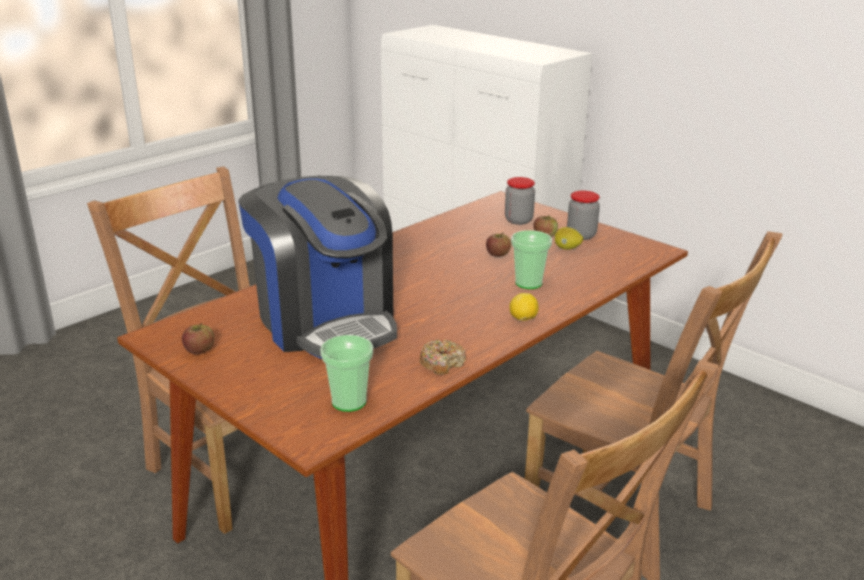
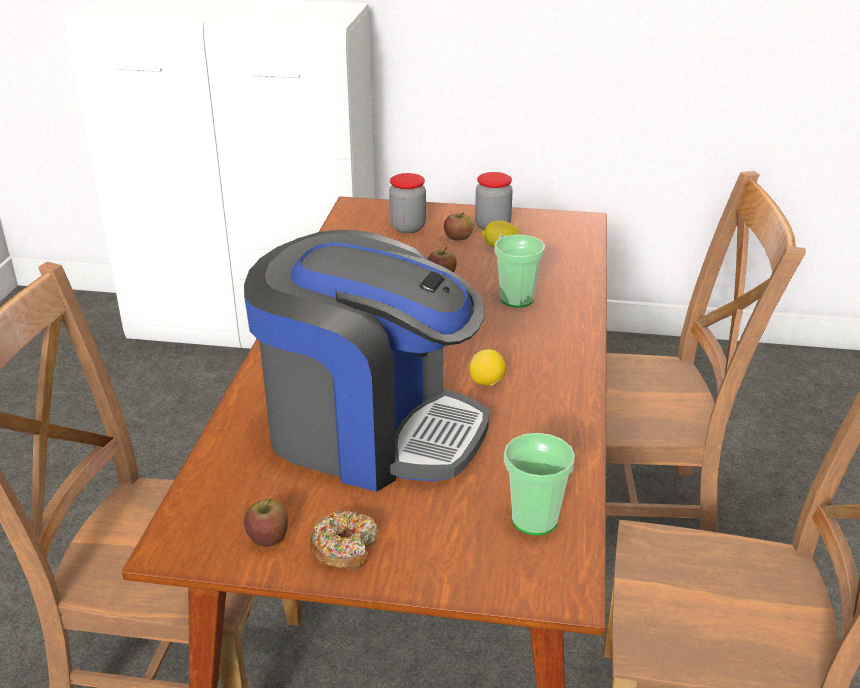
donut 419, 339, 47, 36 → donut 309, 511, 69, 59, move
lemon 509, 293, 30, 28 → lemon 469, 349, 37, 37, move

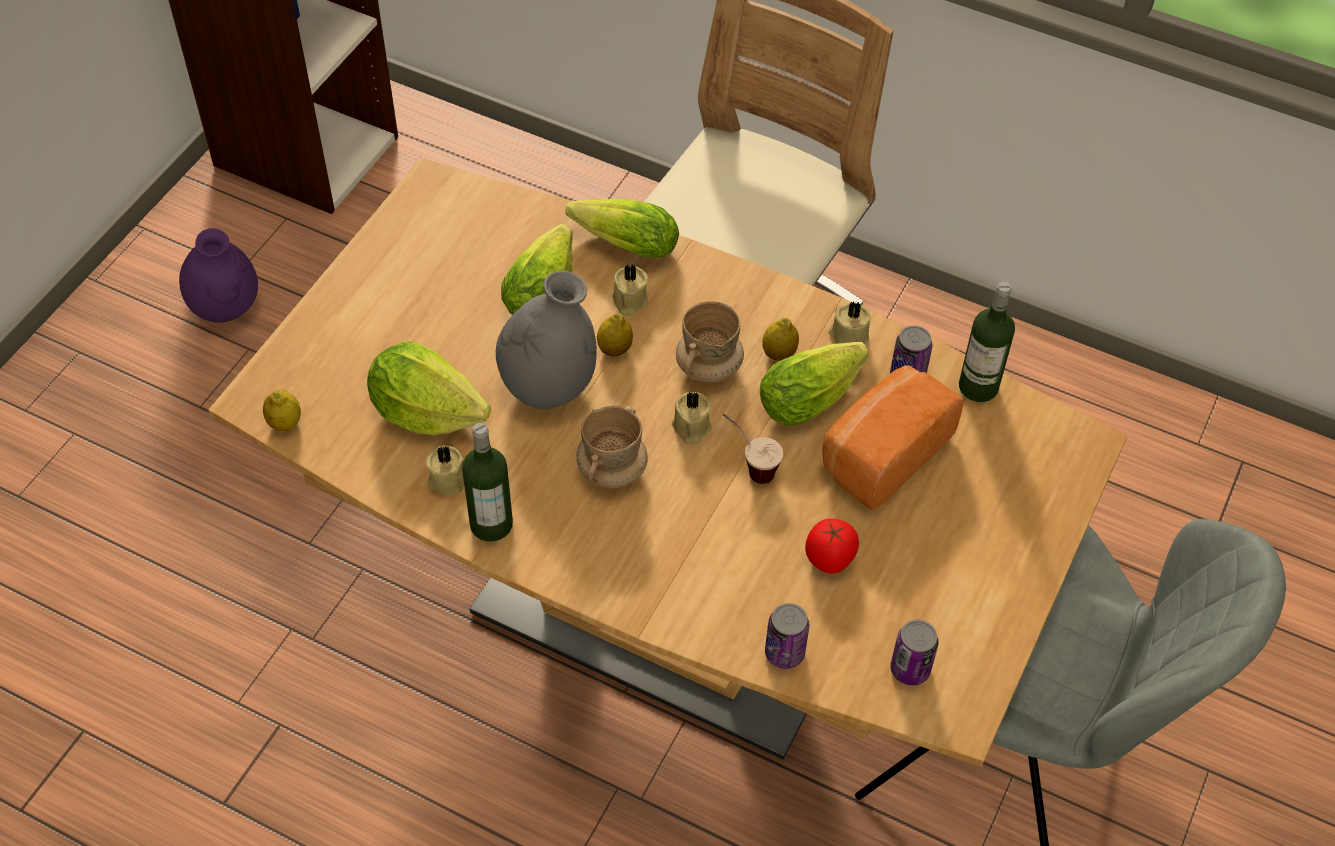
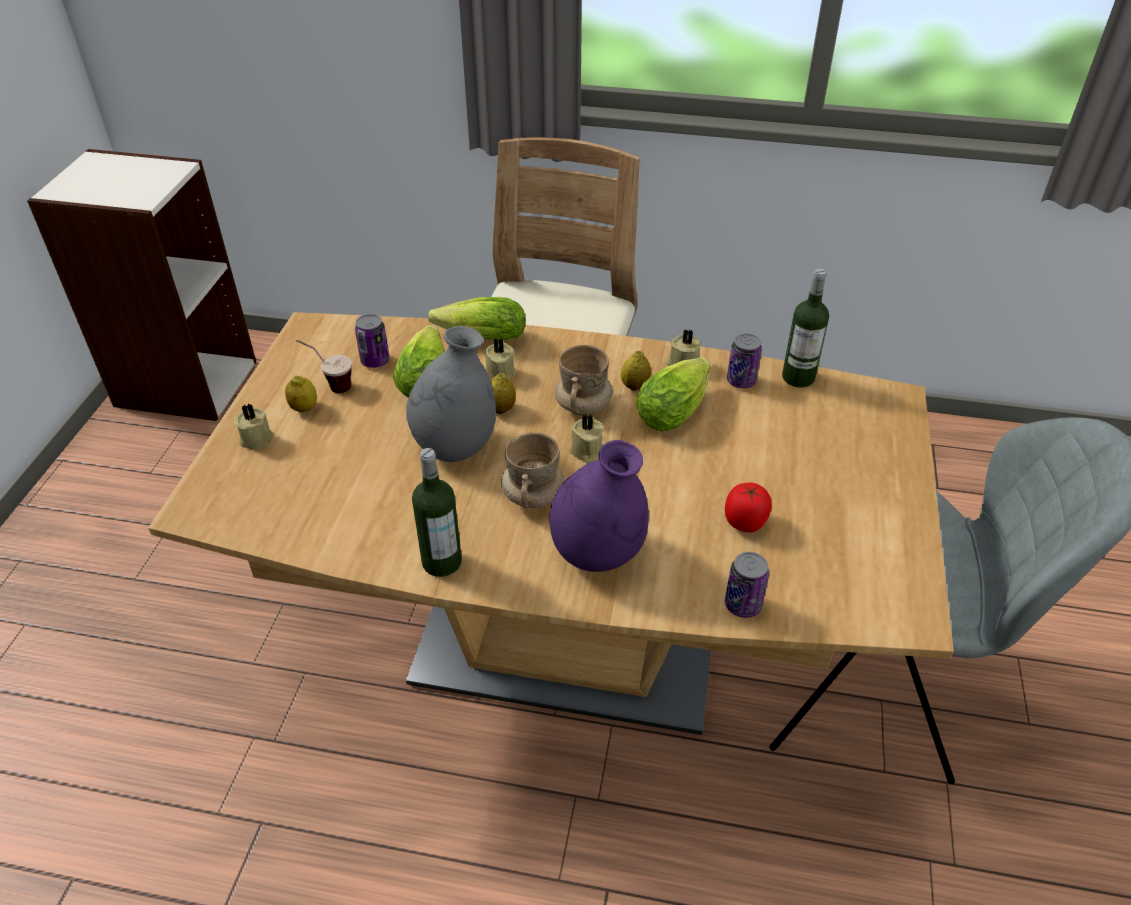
purple vase 179, 228, 79, 95 → purple vase 549, 440, 100, 132, move
lemon 263, 390, 38, 41 → lemon 285, 376, 32, 36, move
lettuce 367, 341, 124, 94 → -
beige candle 426, 445, 38, 50 → beige candle 234, 404, 40, 45, move
cup 722, 413, 61, 71 → cup 296, 340, 56, 53, move
bread 822, 365, 142, 146 → -
can 890, 620, 48, 65 → can 355, 314, 35, 54, move

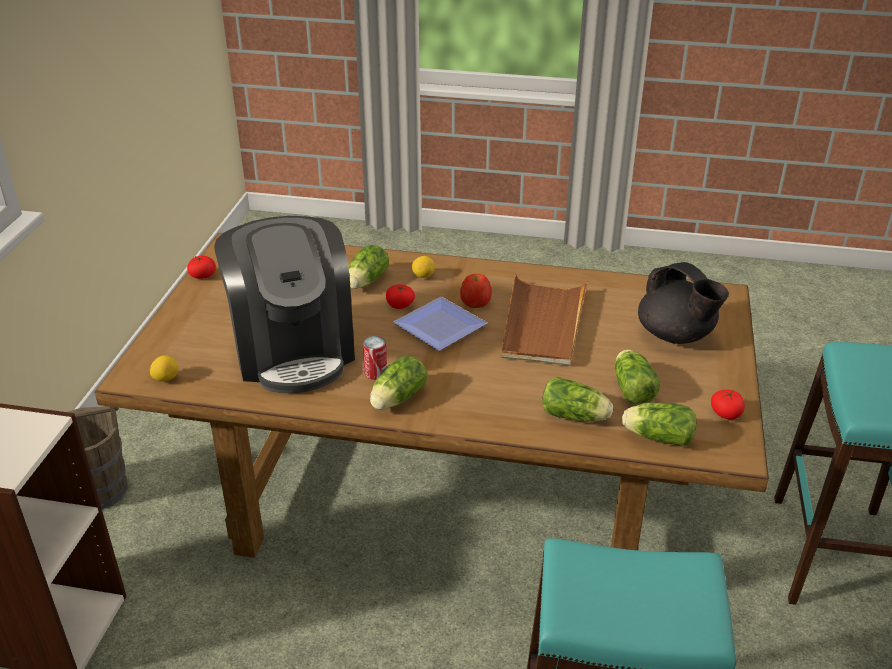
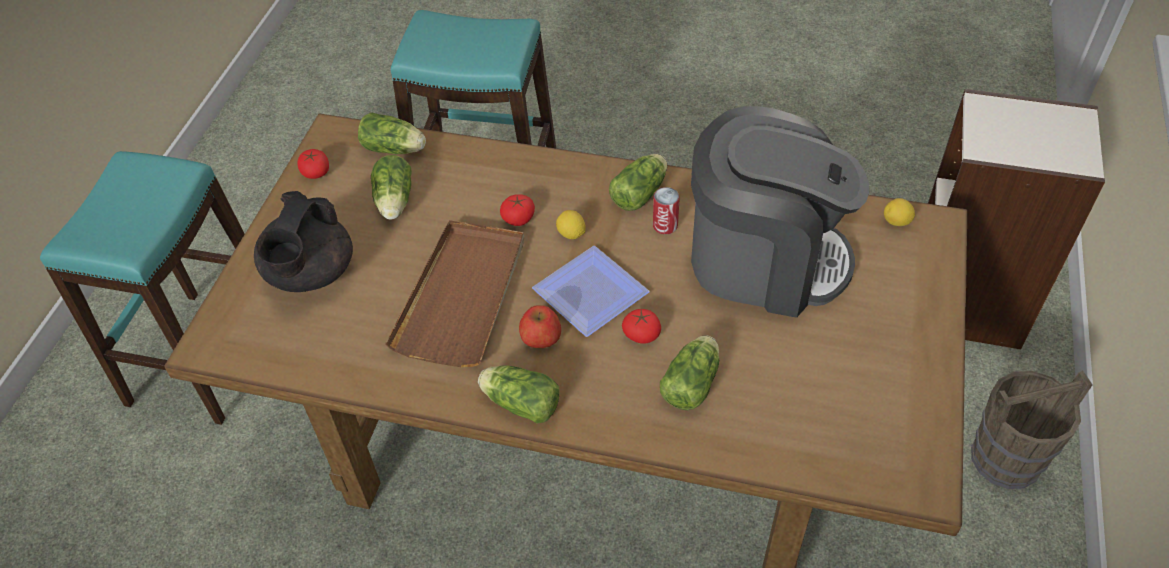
tomato 187, 256, 29, 23 → tomato 500, 194, 35, 32, move
coffee machine 214, 216, 141, 177 → coffee machine 691, 106, 178, 212, 120 degrees clockwise
lemon 412, 256, 23, 22 → lemon 556, 210, 30, 29, move
lettuce 542, 377, 71, 45 → lettuce 478, 365, 82, 58, move
black teapot 638, 262, 91, 82 → black teapot 254, 191, 99, 101, 135 degrees counterclockwise

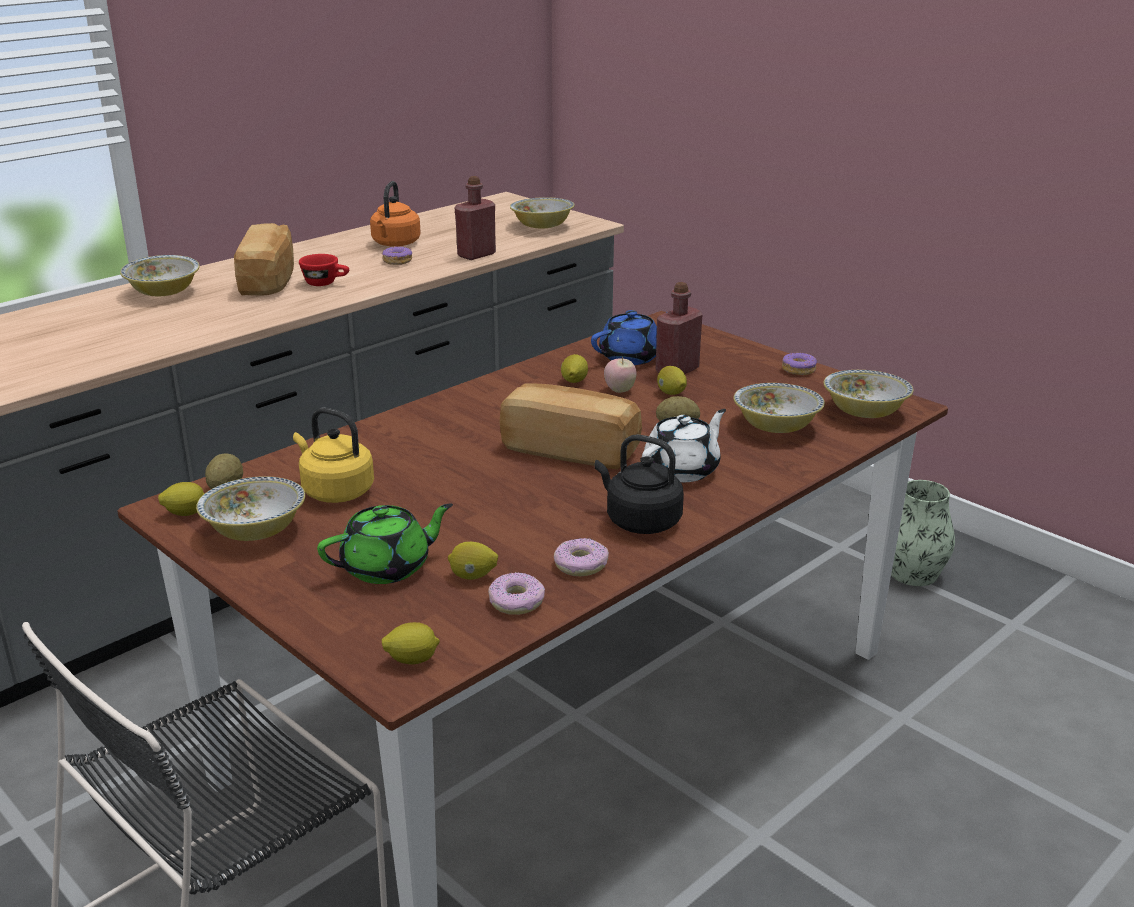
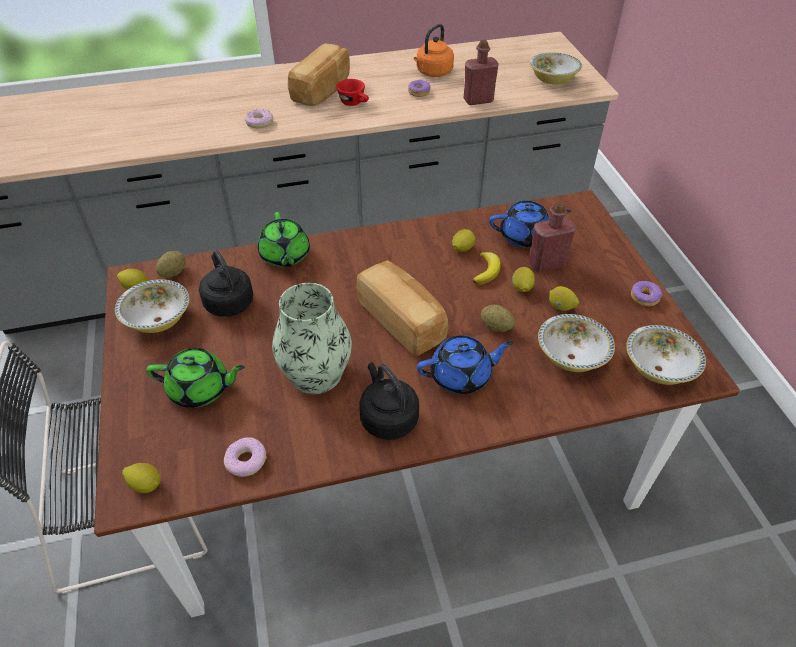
bowl 120, 255, 80, 41 → -
yellow kettle 293, 408, 81, 95 → black kettle 199, 250, 54, 67
lemon 448, 542, 50, 38 → lemon 549, 286, 30, 25, move
donut 554, 538, 55, 38 → donut 245, 109, 28, 19, move
apple 604, 357, 33, 36 → banana 473, 252, 28, 33
white teapot 642, 409, 84, 73 → blue teapot 417, 335, 96, 59
vase 891, 480, 64, 106 → vase 272, 283, 80, 111, move
- → green teapot 258, 212, 52, 55

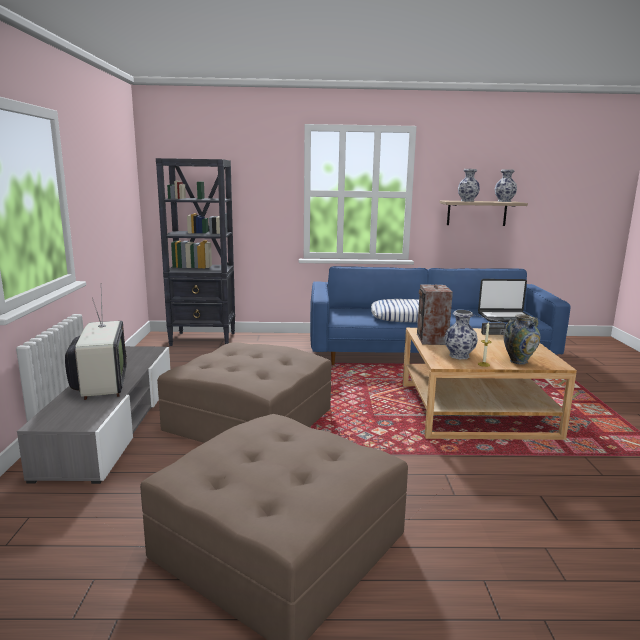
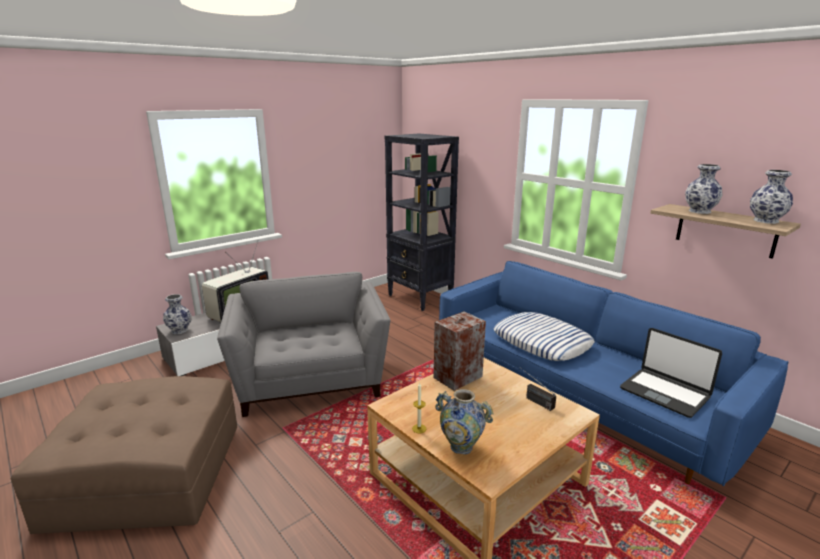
brown ottoman 157, 342, 174, 101 → grey armchair 217, 272, 173, 145
vase 444, 310, 34, 49 → vase 163, 294, 29, 40, move

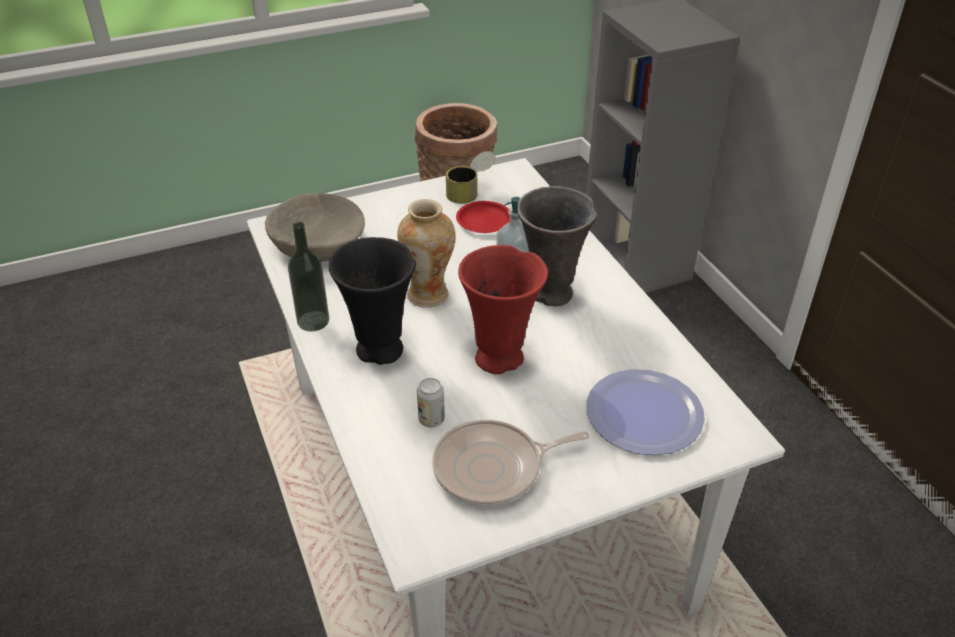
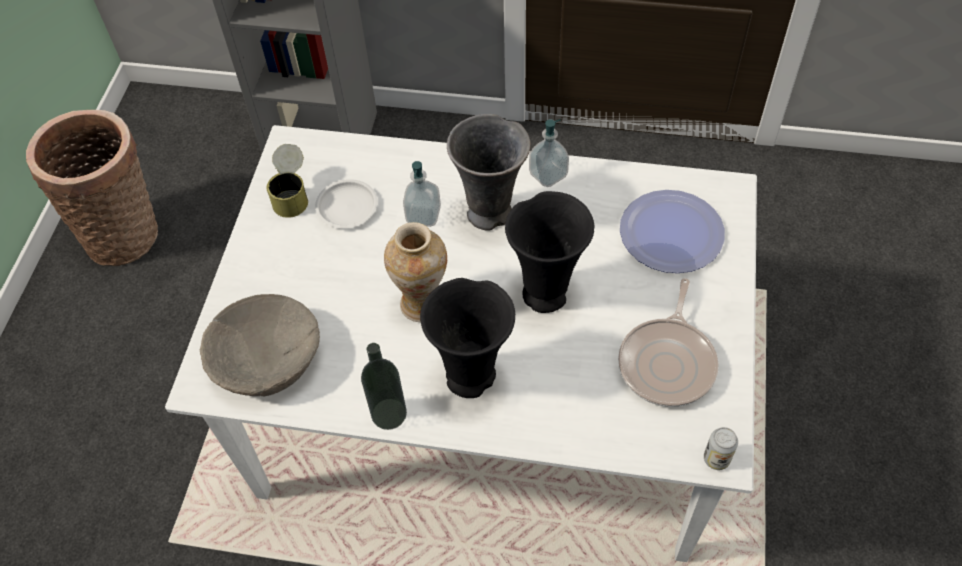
can 417, 378, 28, 50 → can 704, 427, 34, 43, move
red plate 456, 201, 54, 32 → white plate 315, 179, 63, 49
red vase 458, 245, 90, 129 → black vase 505, 191, 90, 122
- → soap dispenser 529, 119, 40, 68

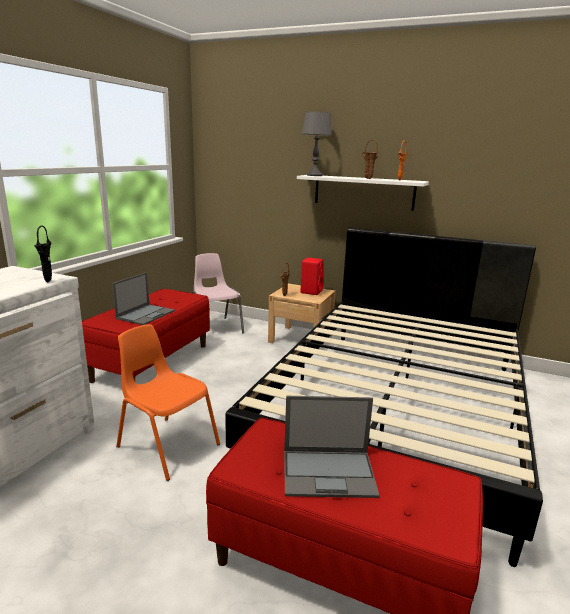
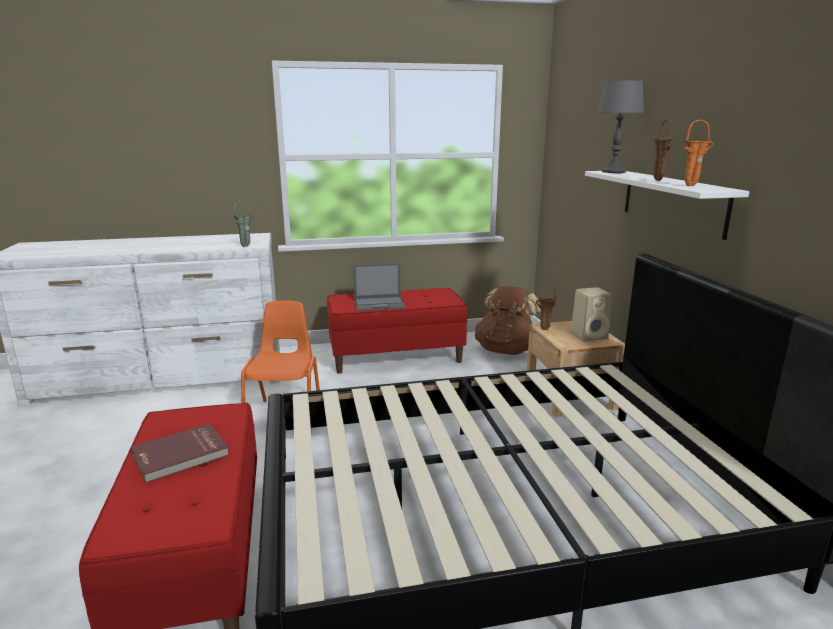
black vase 34, 226, 18, 57 → green vase 234, 201, 20, 46
pink chair 192, 253, 52, 80 → brown backpack 475, 286, 66, 69
laptop 284, 396, 96, 102 → red book 131, 423, 98, 60
red speaker 300, 258, 24, 37 → beige speaker 571, 287, 40, 54

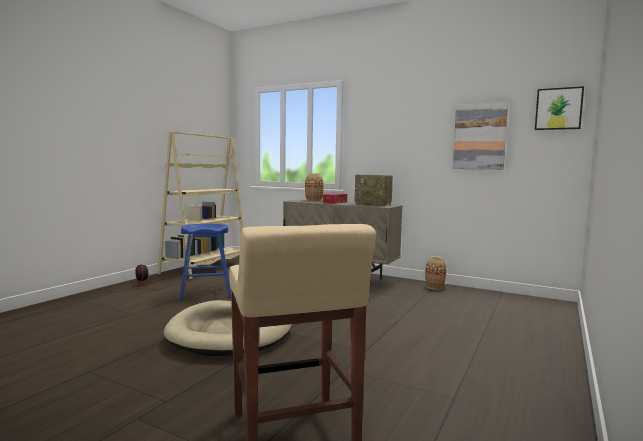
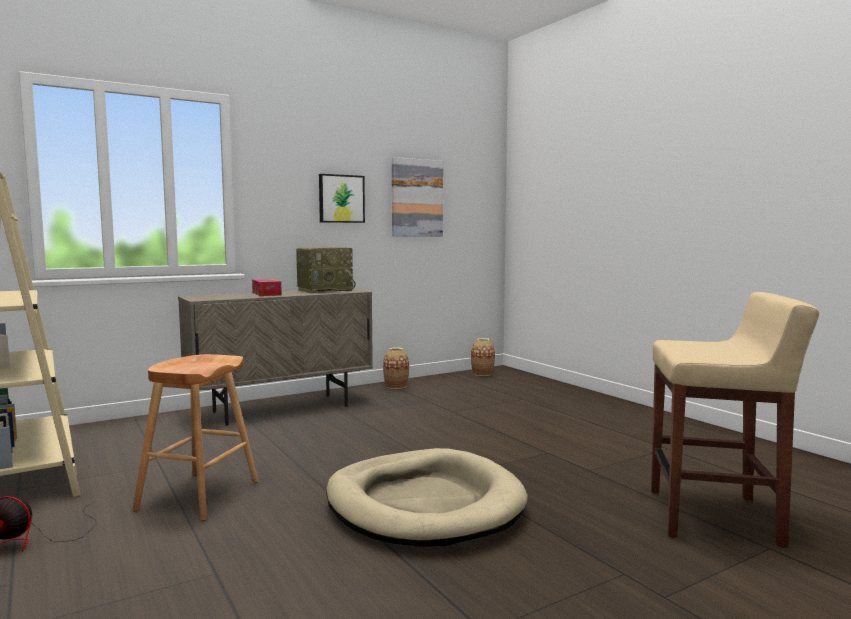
blue stool 179, 224, 52, 76 → brown stool 133, 354, 125, 167
vase 305, 173, 19, 29 → vase 471, 338, 24, 38, move
picture 535, 86, 49, 44 → picture 319, 174, 46, 49, move

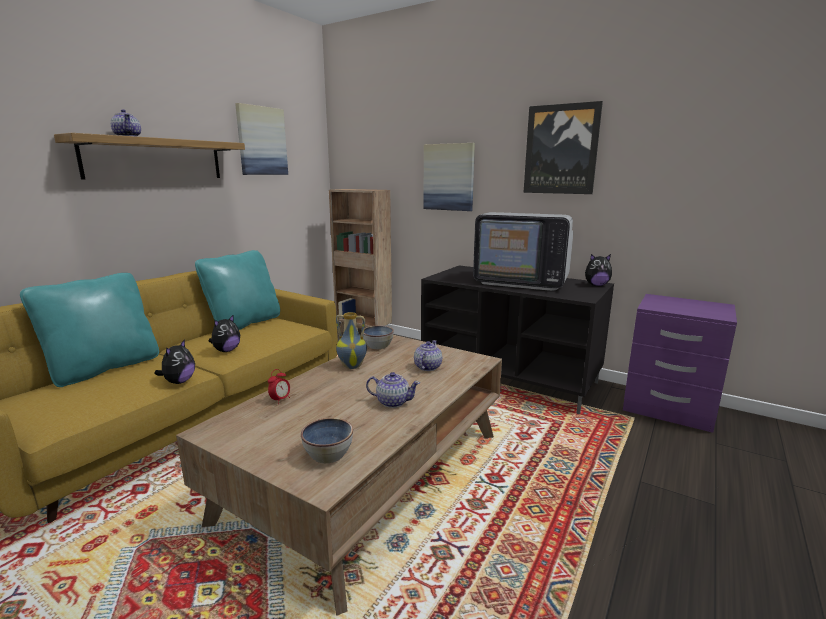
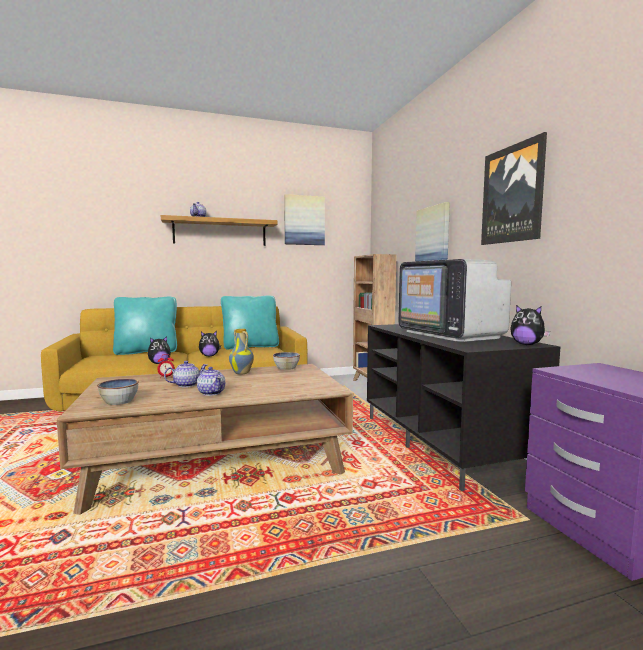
teapot 414, 340, 28, 31 → teapot 164, 361, 43, 26, move

